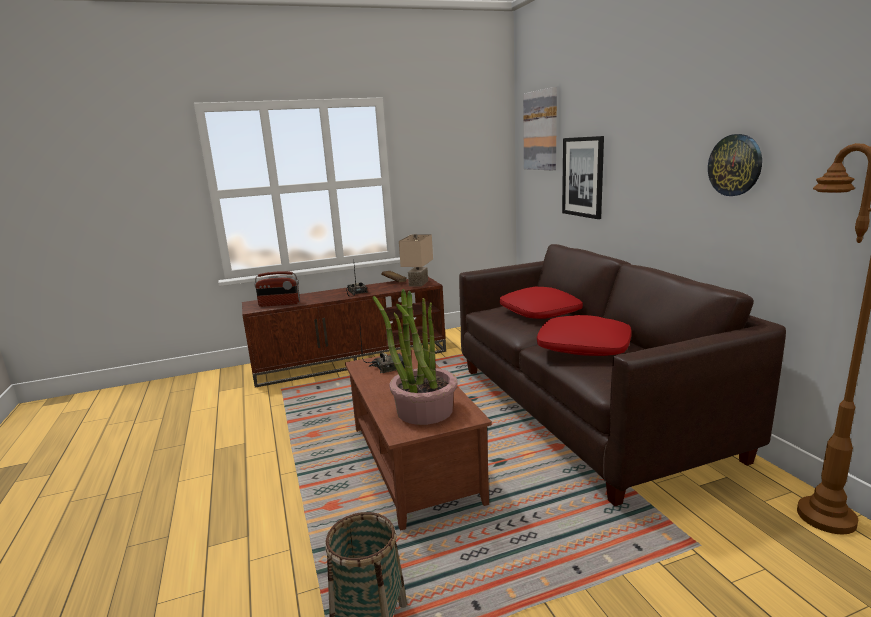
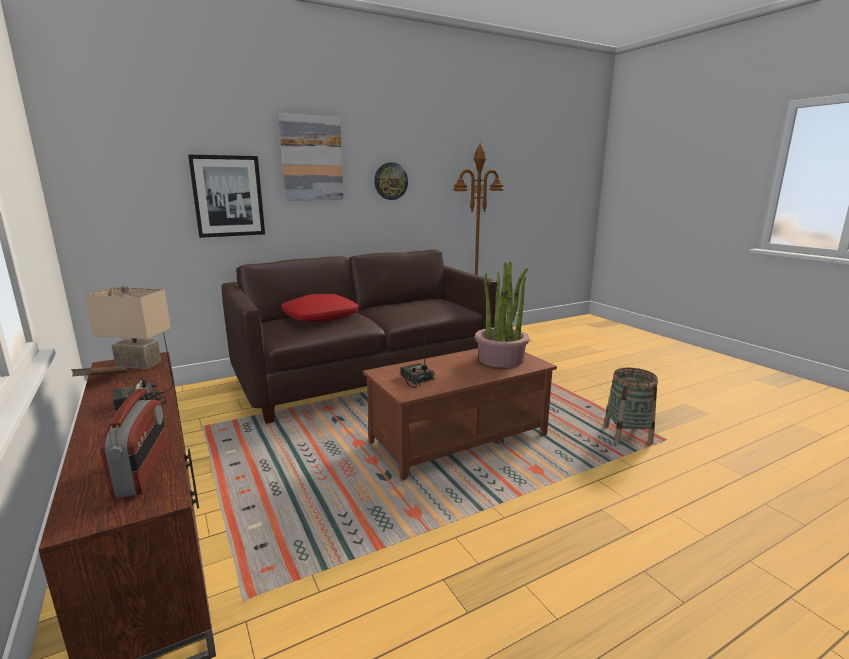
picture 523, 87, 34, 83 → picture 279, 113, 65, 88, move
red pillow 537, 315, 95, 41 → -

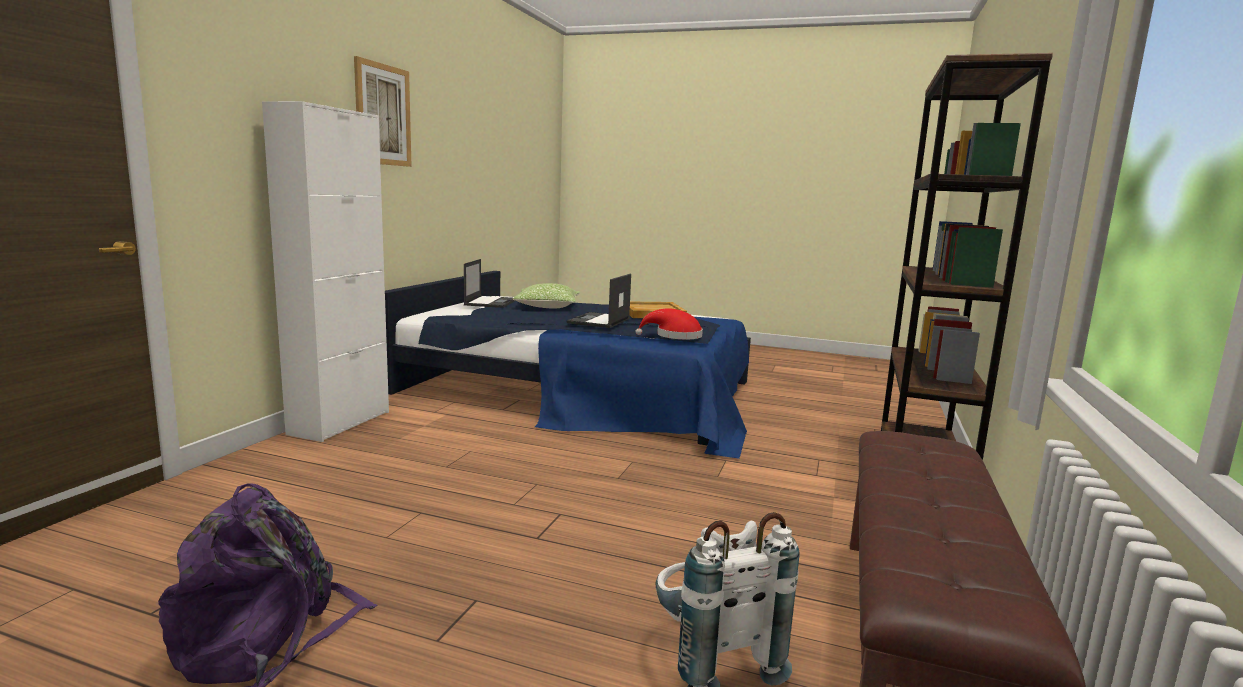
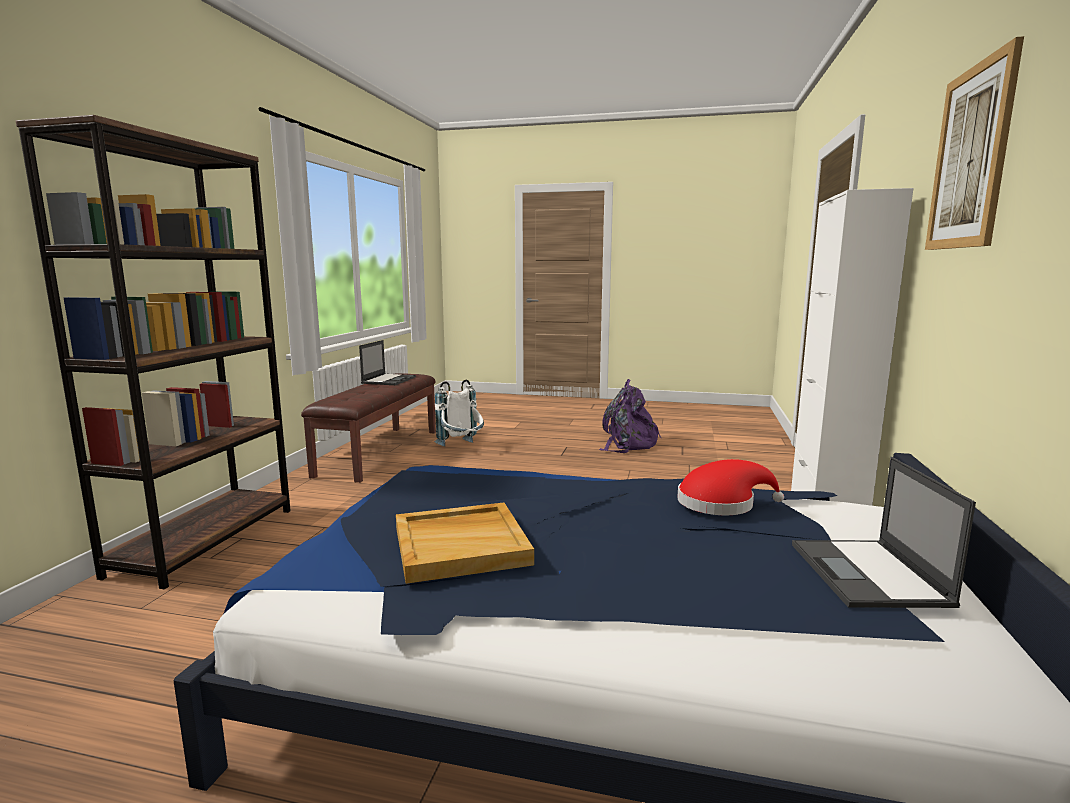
pillow 512, 283, 68, 26 → -
laptop 567, 274, 64, 54 → laptop 359, 340, 57, 45, move
red hat 635, 308, 68, 31 → red hat 678, 459, 106, 56, move

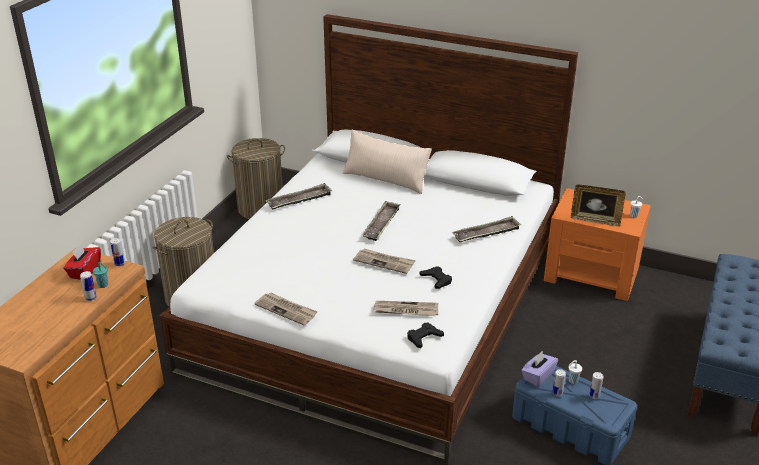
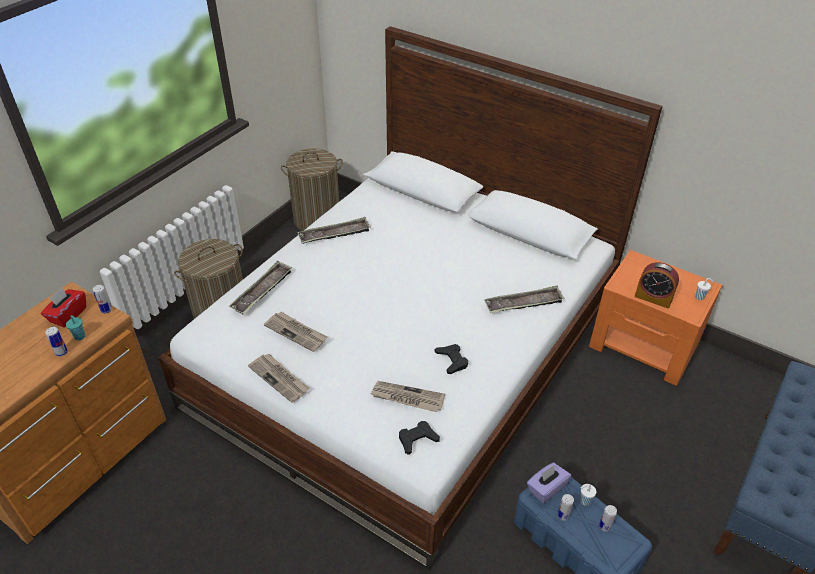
beige pillow 343, 130, 89, 64 → -
newspaper 353, 248, 63, 26 → newspaper 264, 312, 64, 40, move
tray 362, 201, 39, 40 → tray 229, 261, 63, 53, move
picture frame 571, 185, 55, 42 → alarm clock 635, 262, 44, 46

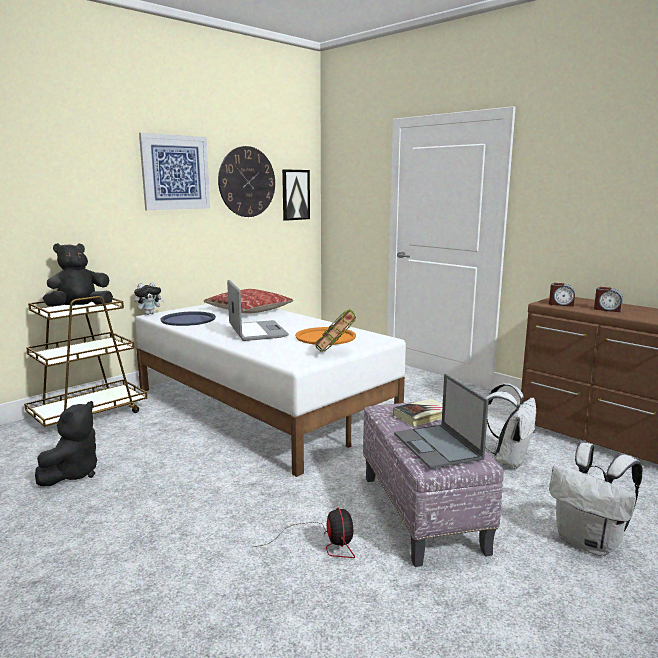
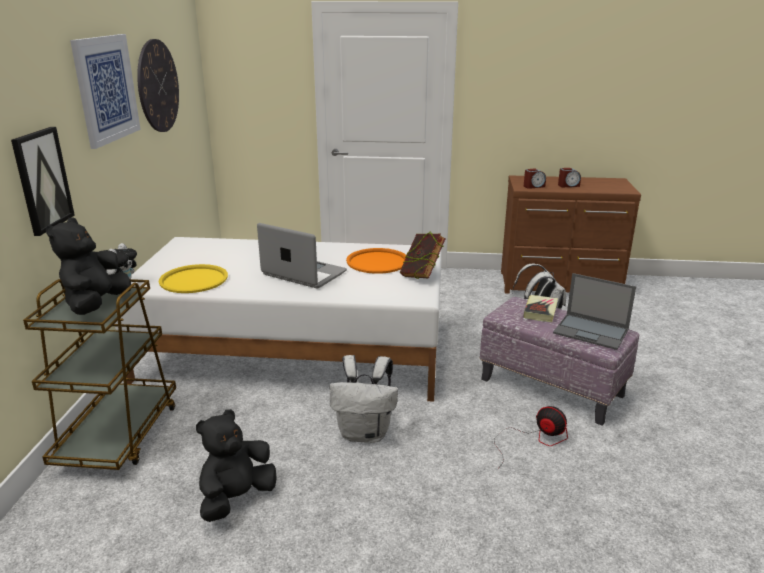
black plush toy 35, 401, 62, 85 → black plush toy 196, 409, 81, 113, 120 degrees counterclockwise
blue tray 160, 311, 56, 15 → yellow tray 159, 264, 69, 29
pillow 204, 289, 89, 25 → -
picture 282, 169, 28, 52 → picture 11, 127, 64, 109, move
white backpack 549, 443, 94, 113 → white backpack 330, 355, 68, 88, move

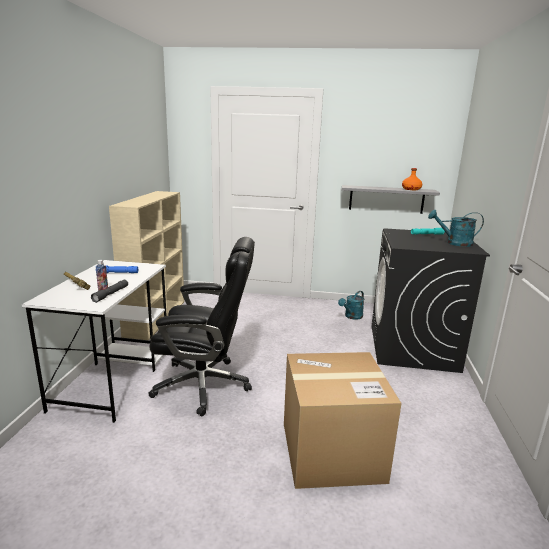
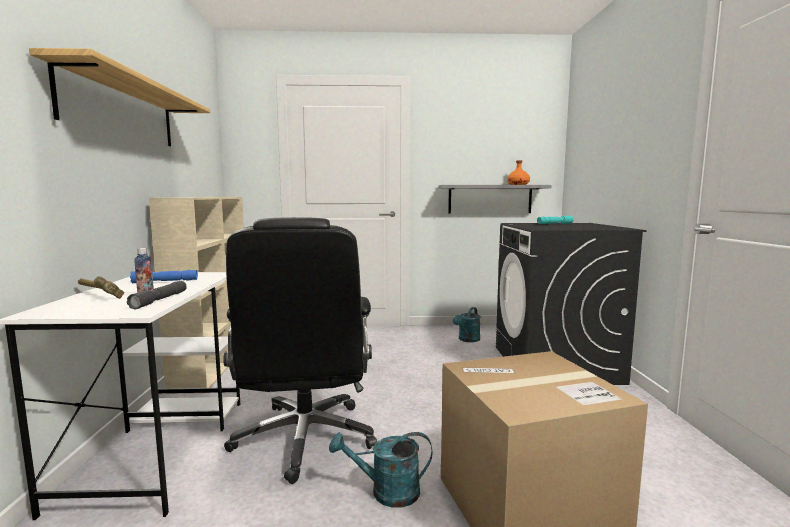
black office chair 148, 237, 107, 179 → black office chair 223, 217, 154, 267, 90 degrees clockwise
turquoise watering can 428, 210, 56, 37 → turquoise watering can 329, 432, 103, 76, move
- → shelf 29, 48, 181, 98

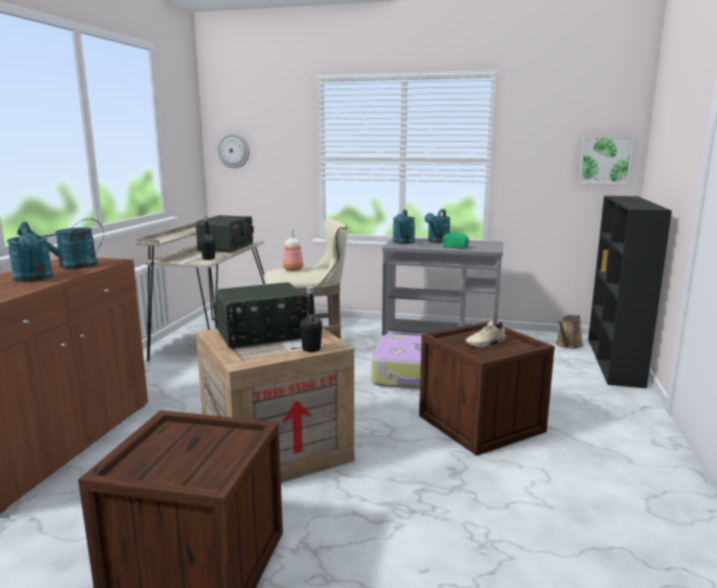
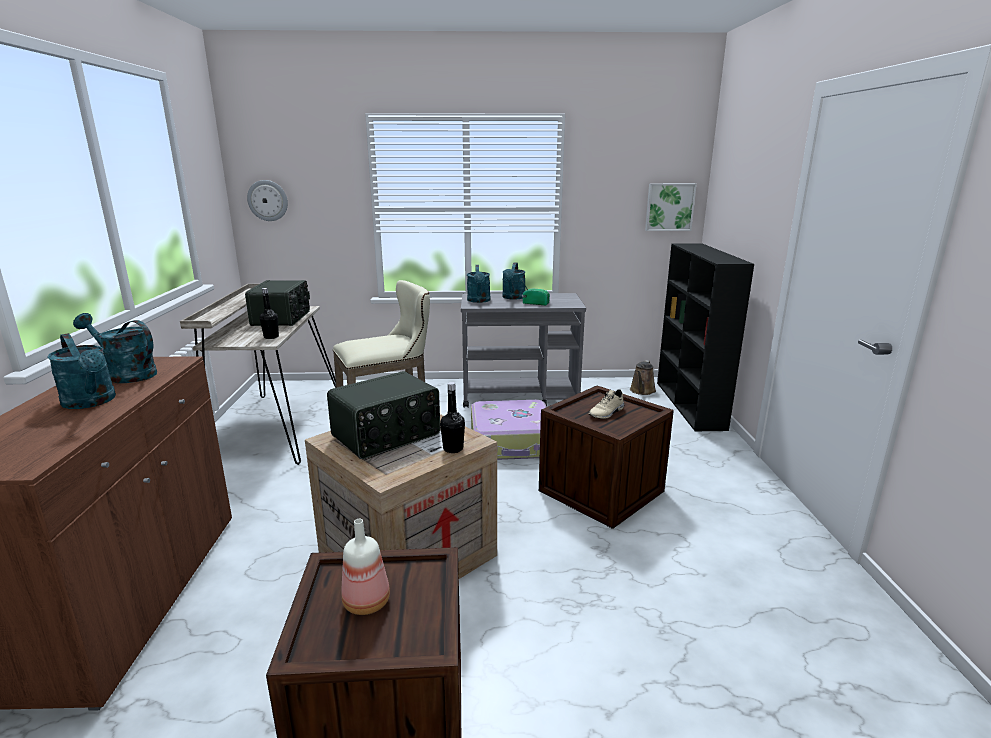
turquoise watering can 17, 219, 87, 50 → turquoise watering can 73, 313, 84, 70, 60 degrees clockwise
bottle 283, 228, 20, 43 → bottle 341, 519, 49, 96, move

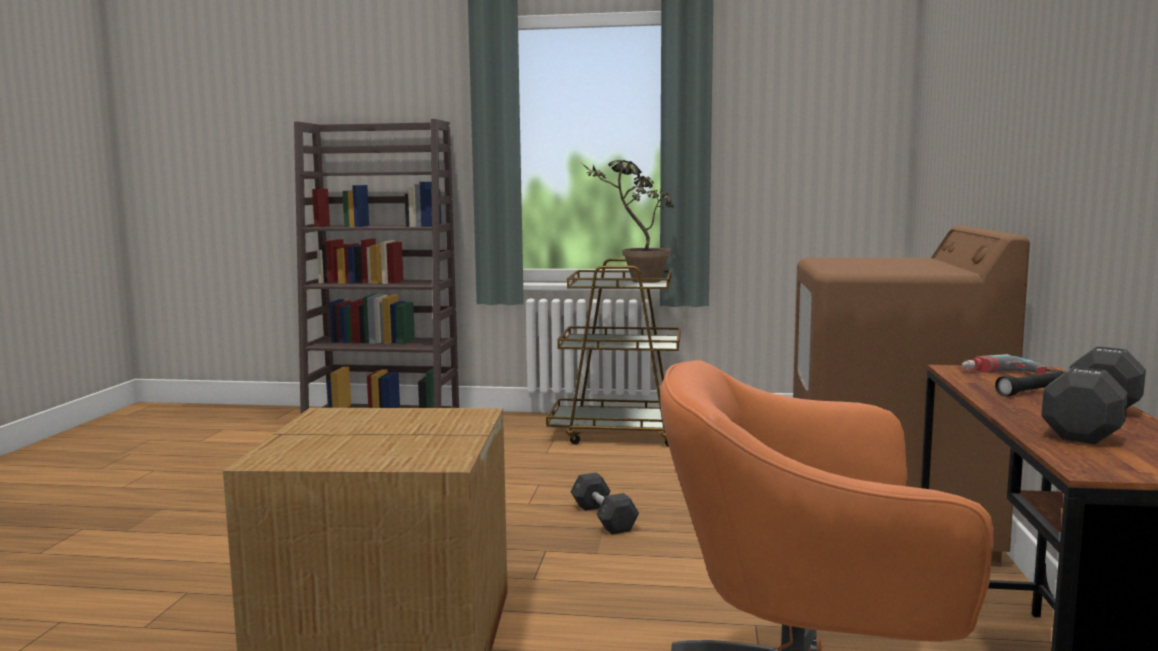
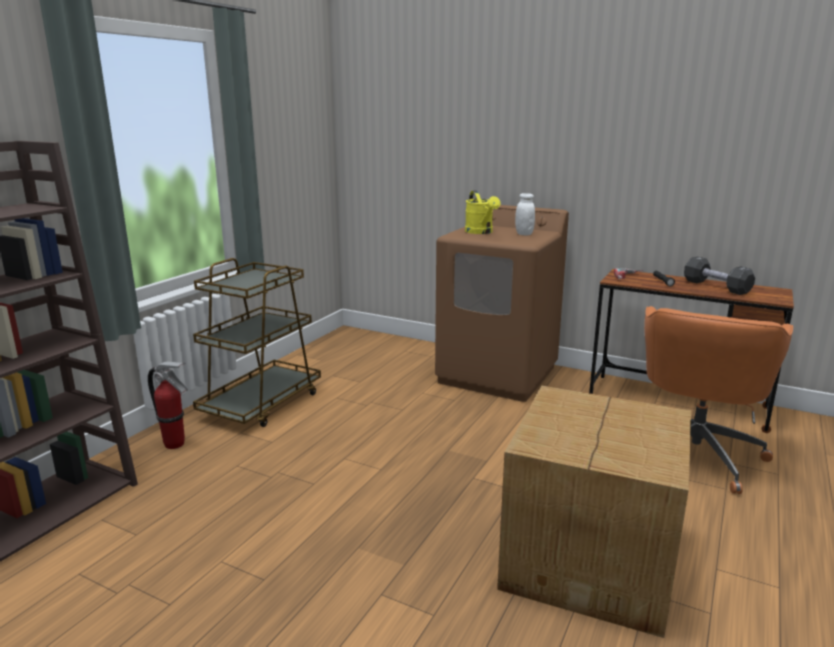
grey dumbbell 571, 472, 68, 62 → -
potted plant 582, 160, 92, 123 → -
- → fire extinguisher 148, 362, 40, 87
- → yellow watering can 465, 190, 35, 44
- → white jar 515, 193, 20, 42

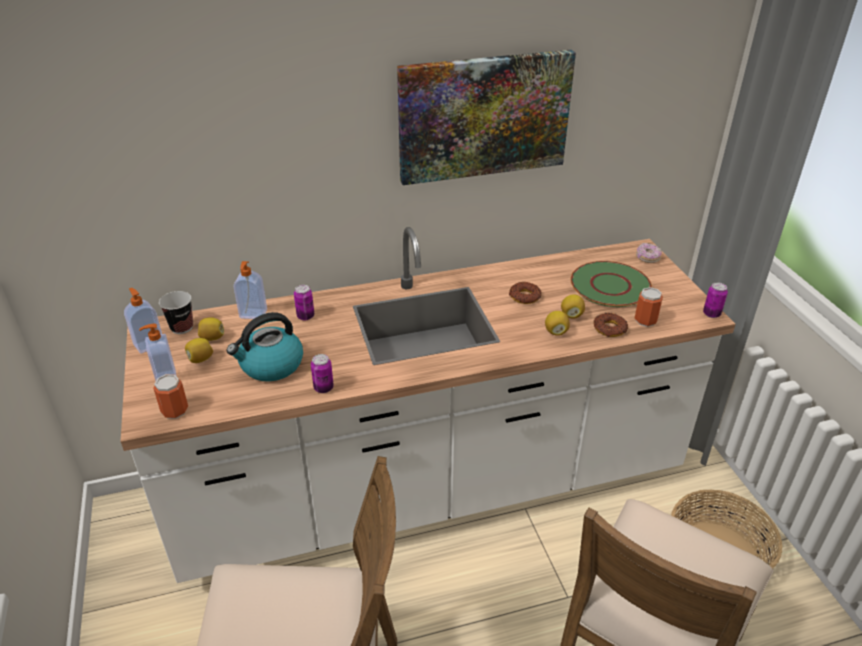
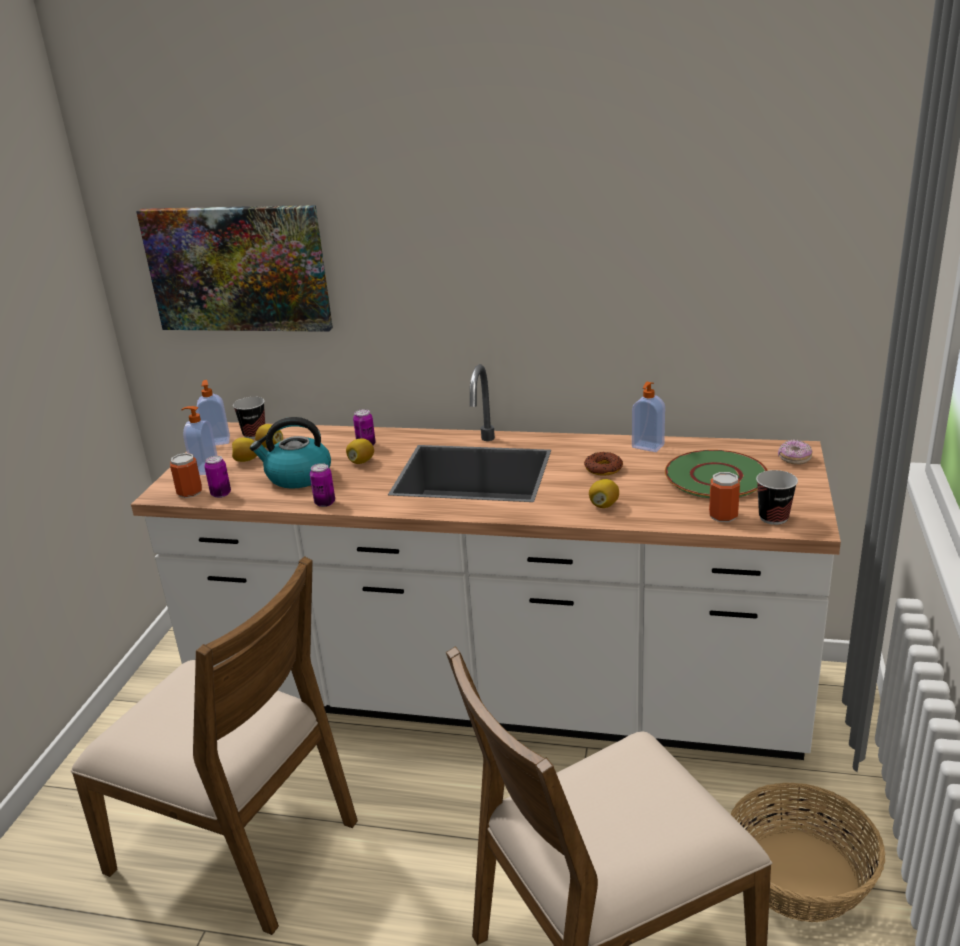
soap dispenser 234, 261, 33, 58 → soap dispenser 632, 382, 33, 70, move
picture 397, 50, 179, 135 → picture 136, 205, 197, 127, move
lemon 561, 294, 24, 24 → lemon 346, 438, 28, 26, move
donut 594, 313, 34, 24 → -
can 703, 282, 25, 36 → can 204, 456, 27, 42, move
- → cup 756, 470, 42, 55

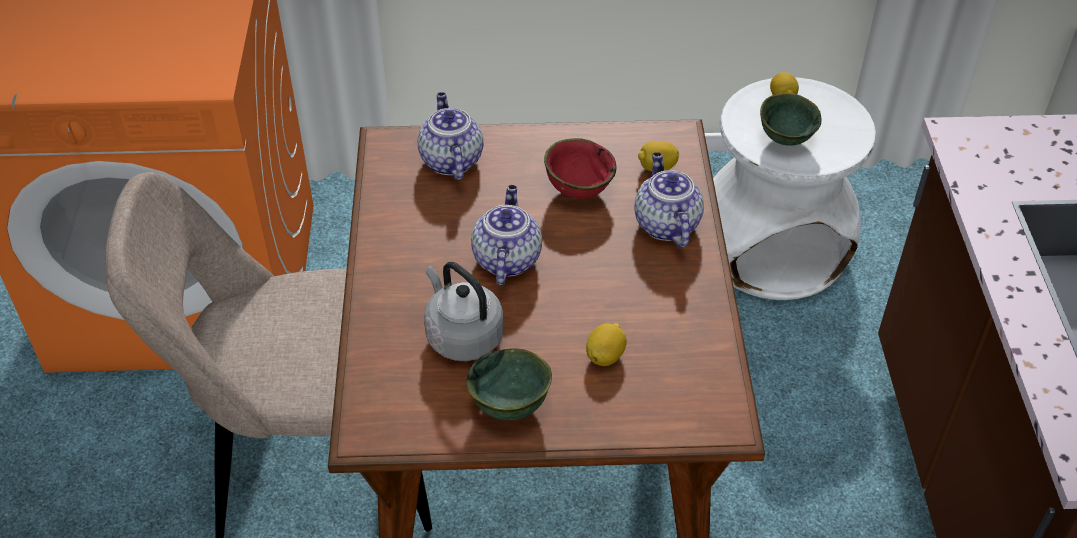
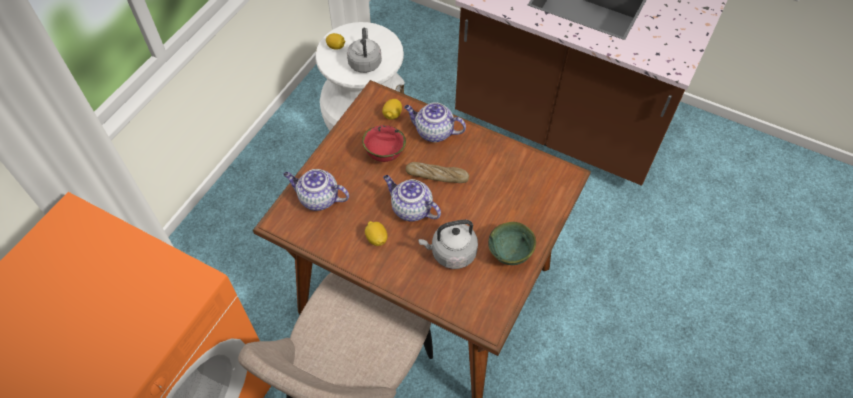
lemon 586, 323, 41, 43 → lemon 365, 221, 22, 25, move
green bowl 760, 93, 61, 53 → grey kettle 347, 28, 35, 45
- → bread 406, 162, 63, 21

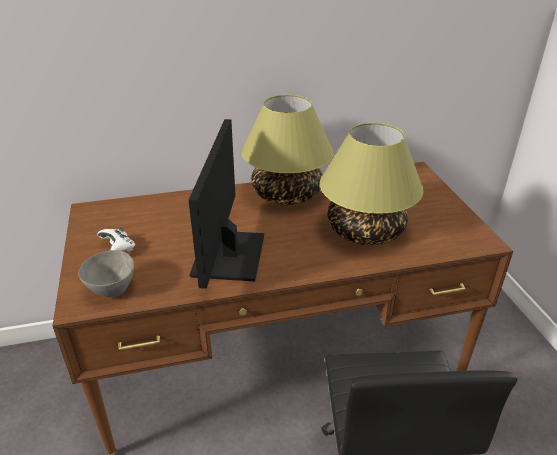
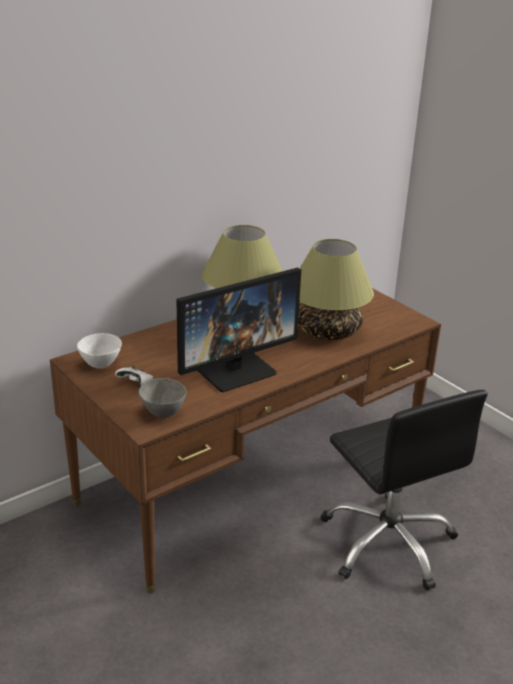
monitor 189, 119, 75, 170 → monitor 176, 268, 125, 124, 105 degrees counterclockwise
- → white bowl 77, 333, 45, 36

